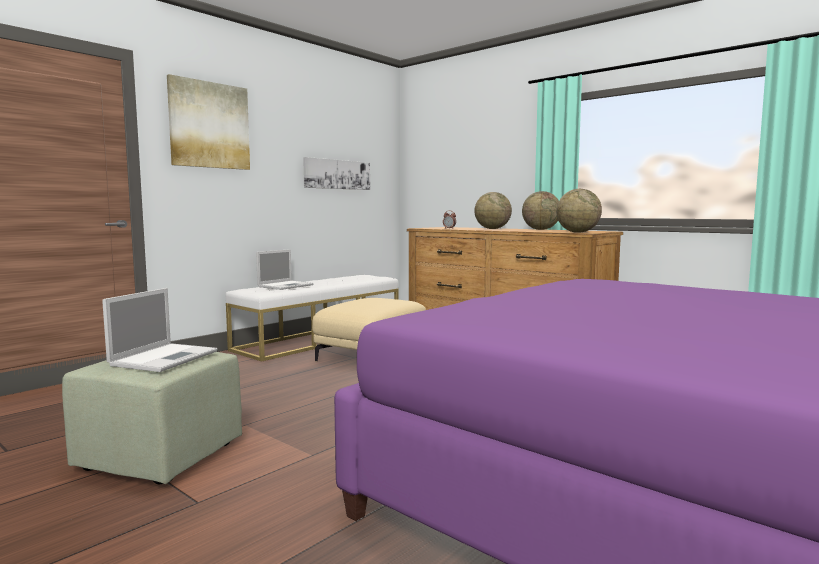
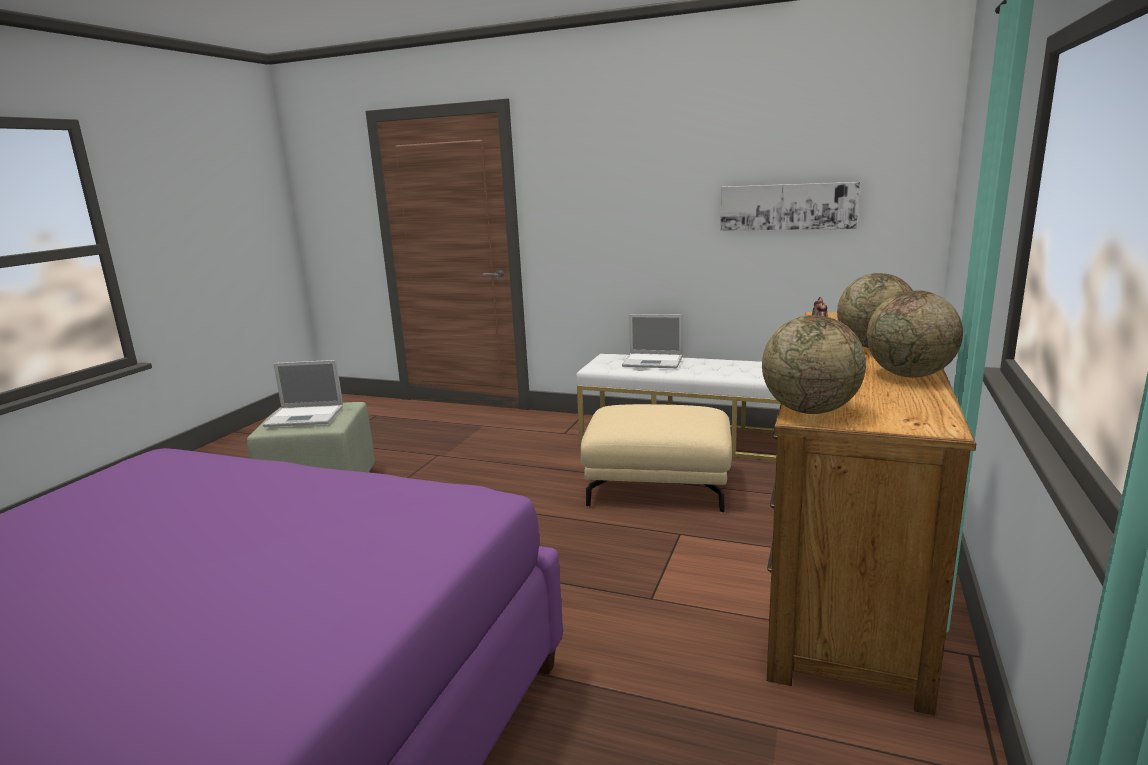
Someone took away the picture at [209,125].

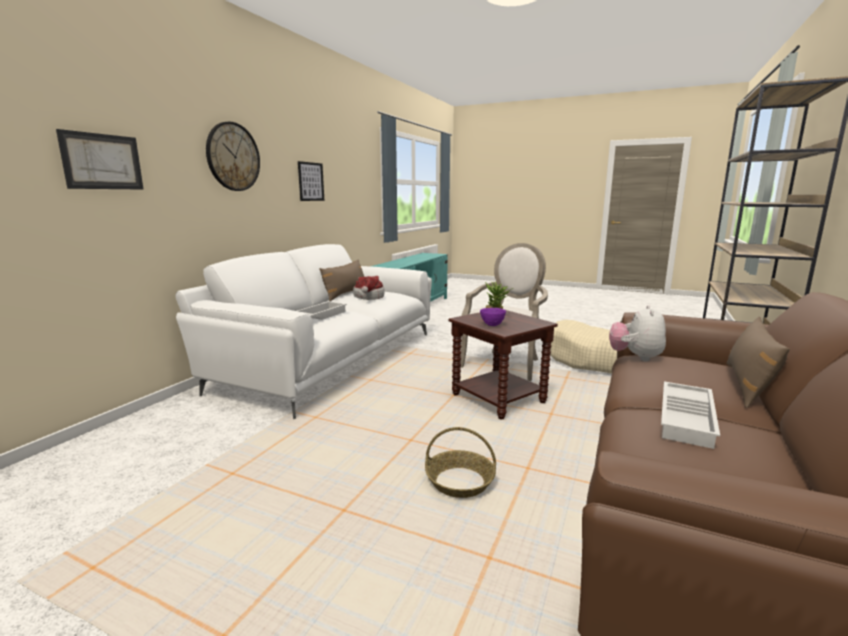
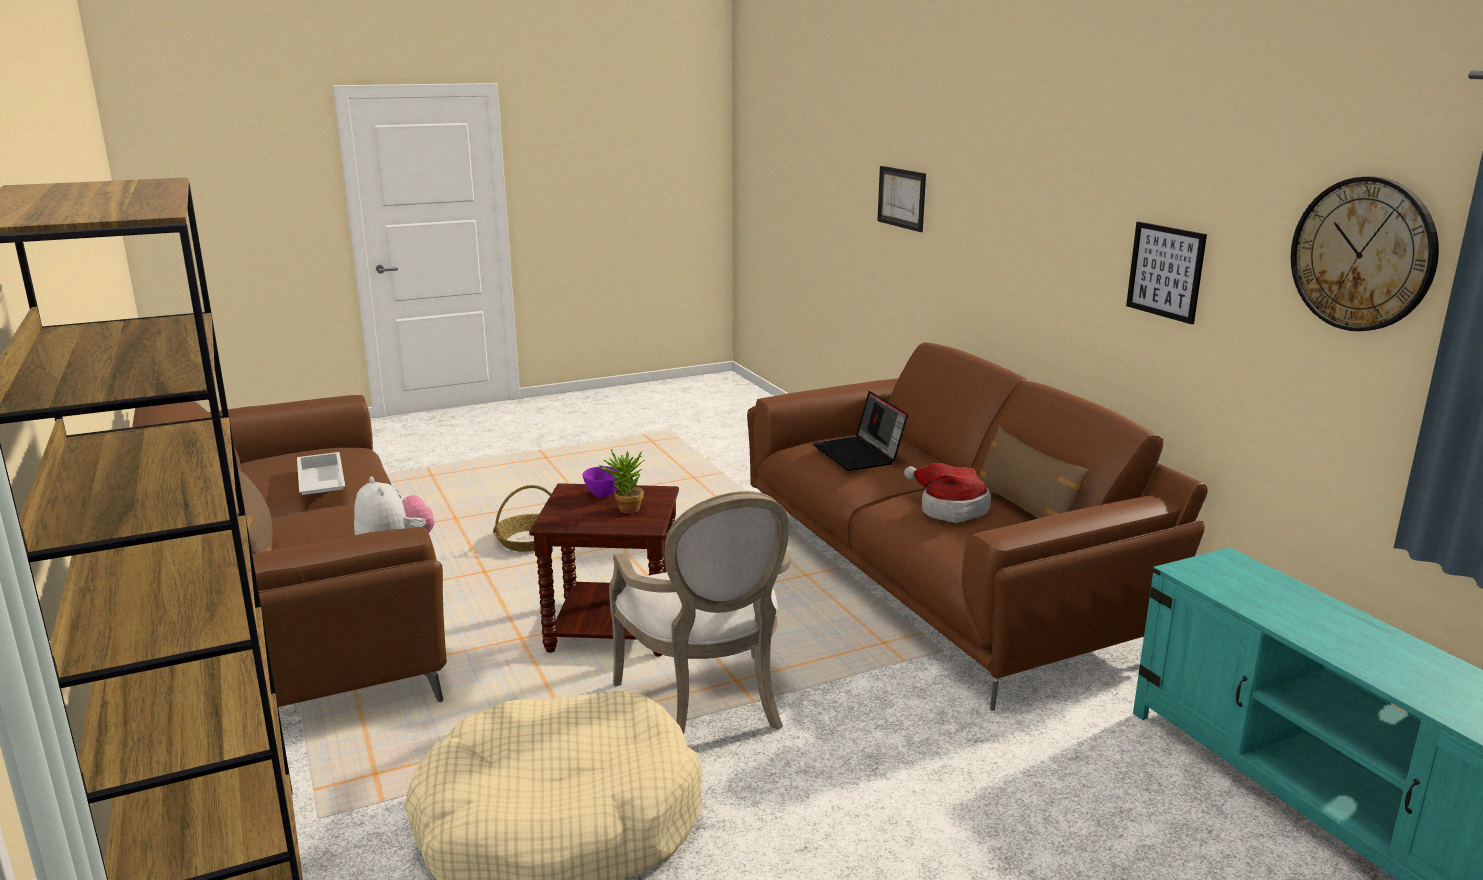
Someone repainted the sofa/white at [329,359], which became the sofa/brown at [940,575]. Someone carried the wall clock from [233,157] to [1363,254]. Someone swapped the tray/white at [318,316] for the laptop at [859,455].

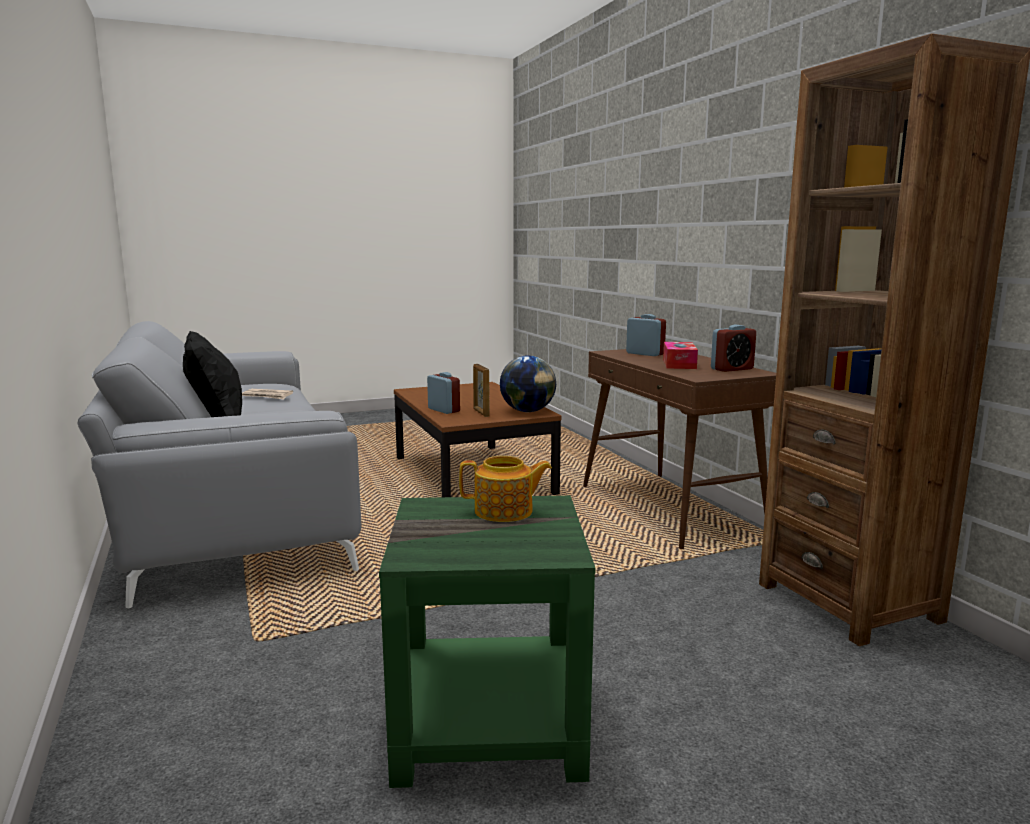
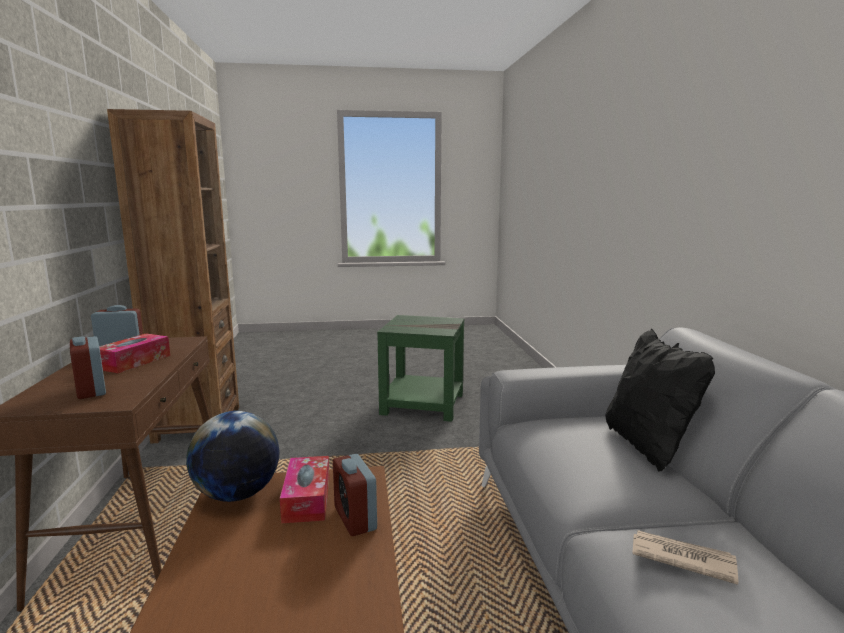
Someone took away the teapot at [505,512]. Someone swapped the picture frame at [481,413] for the tissue box at [307,498].

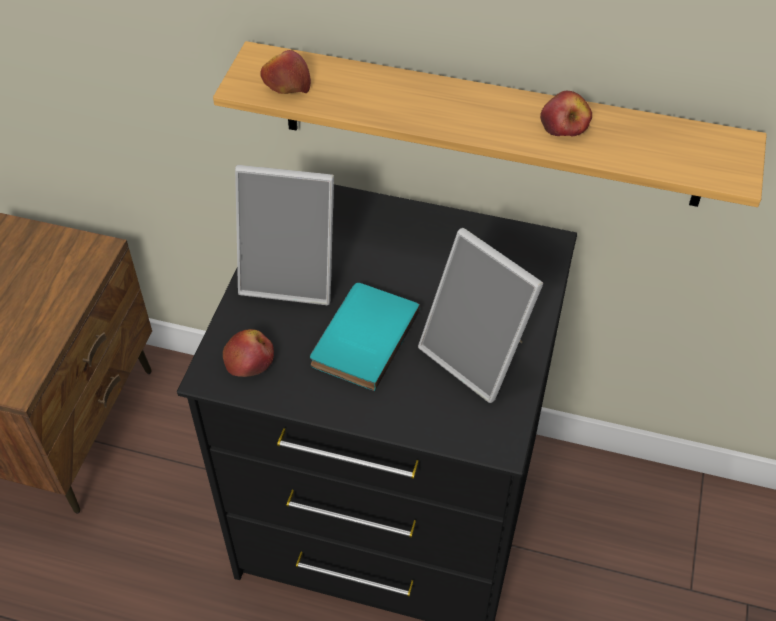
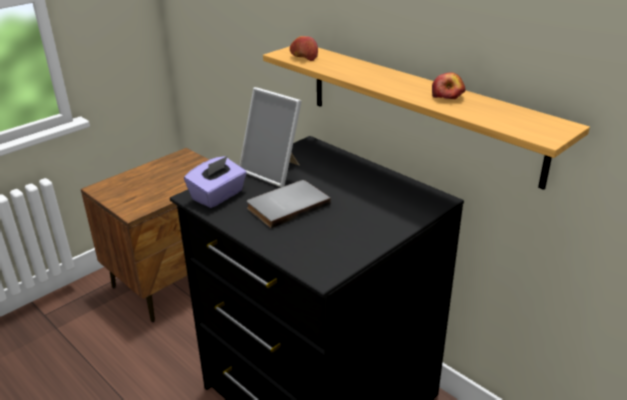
Someone swapped the apple at [250,359] for the tissue box/purple at [218,196]. Someone repainted the book/turquoise at [361,337], which became the book/grey at [286,205]. Someone took away the picture frame at [478,356].

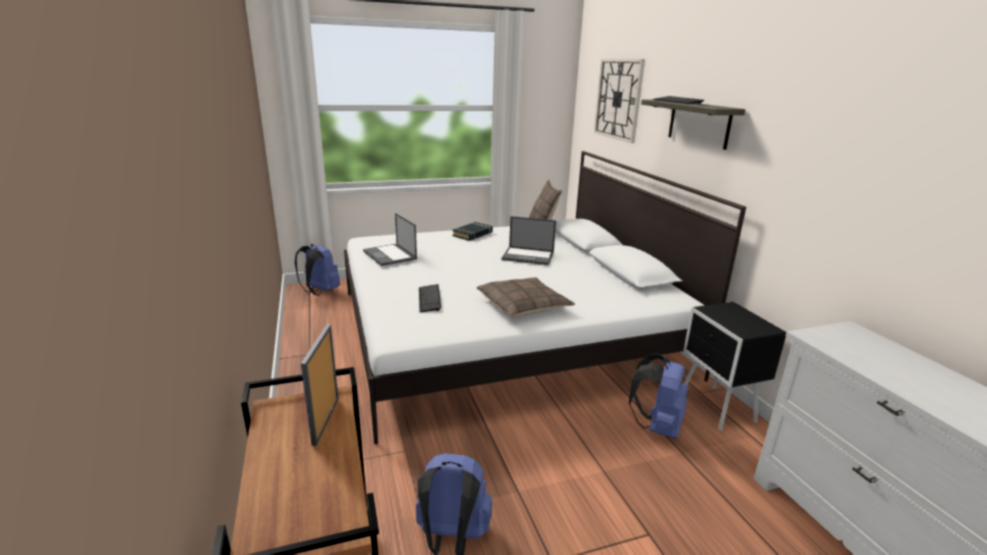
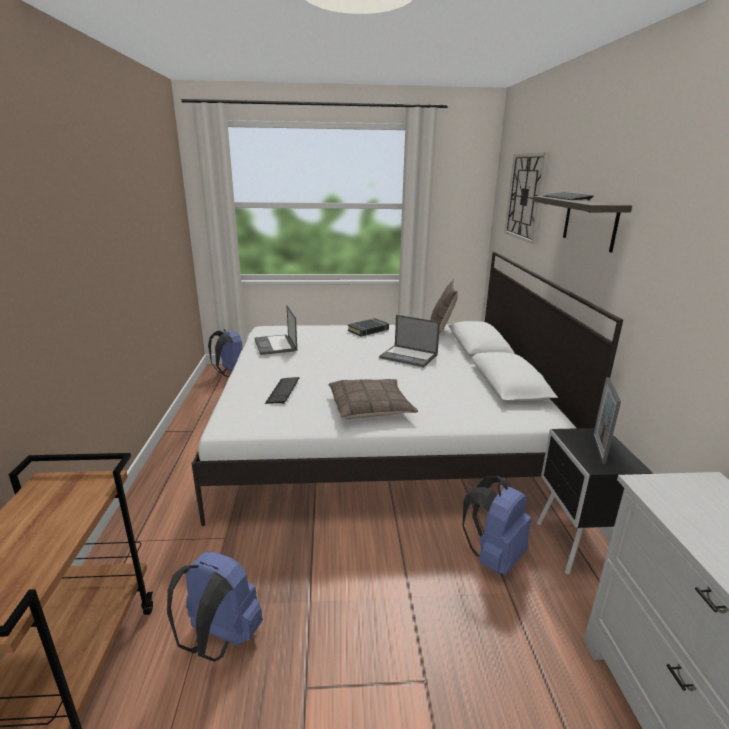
Someone carried the picture frame from [325,421] to [599,448].

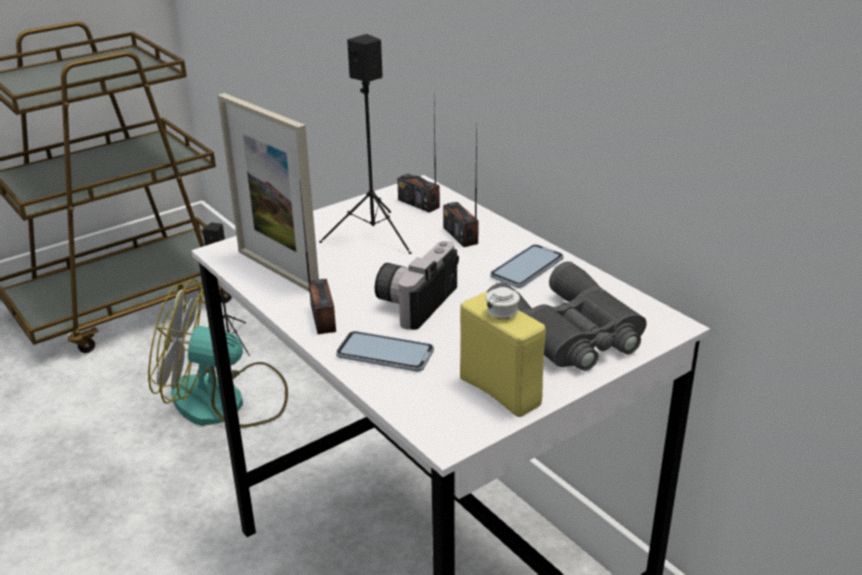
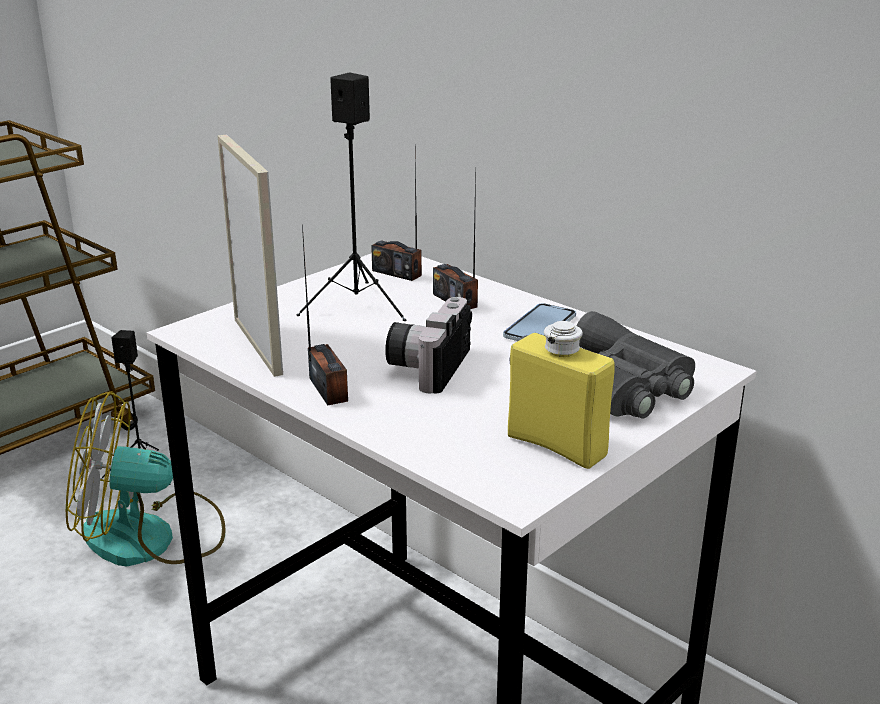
Someone rotated the picture frame at [277,270] by 150 degrees counterclockwise. Someone took away the phone at [385,353].

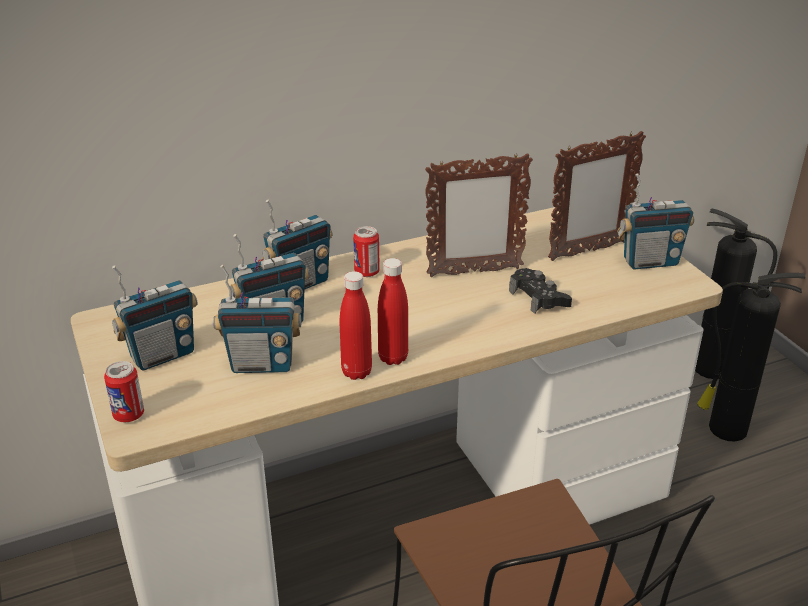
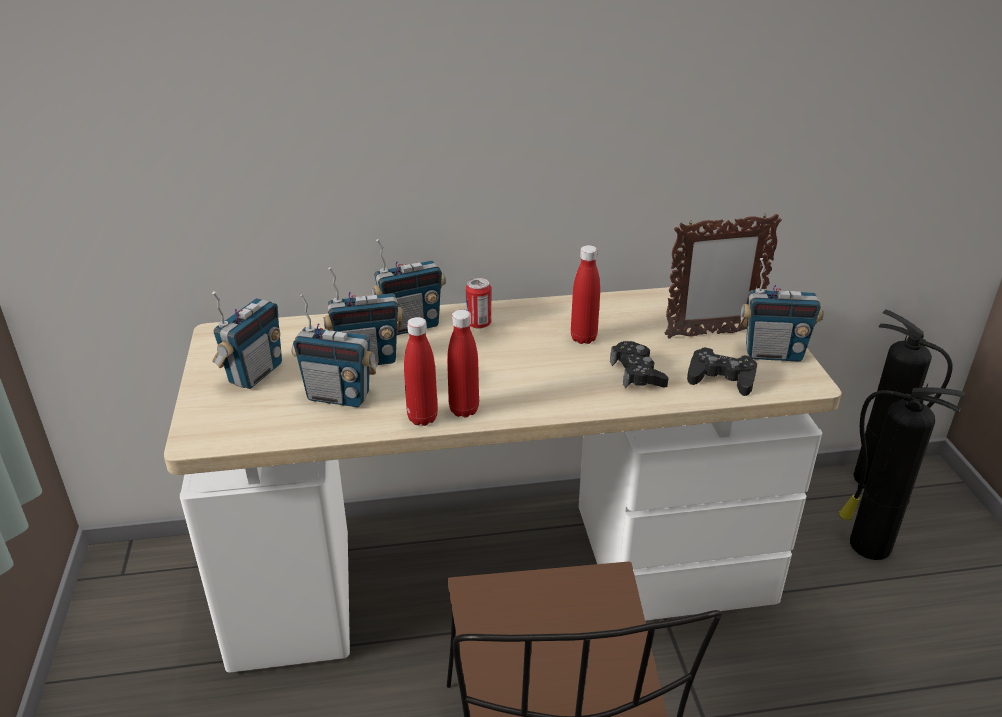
Someone took away the can at [129,415]. Someone rotated the radio at [162,355] by 45 degrees counterclockwise. Someone swapped the picture frame at [474,272] for the bottle/red at [583,338]. Someone put down the game controller/black at [721,378].

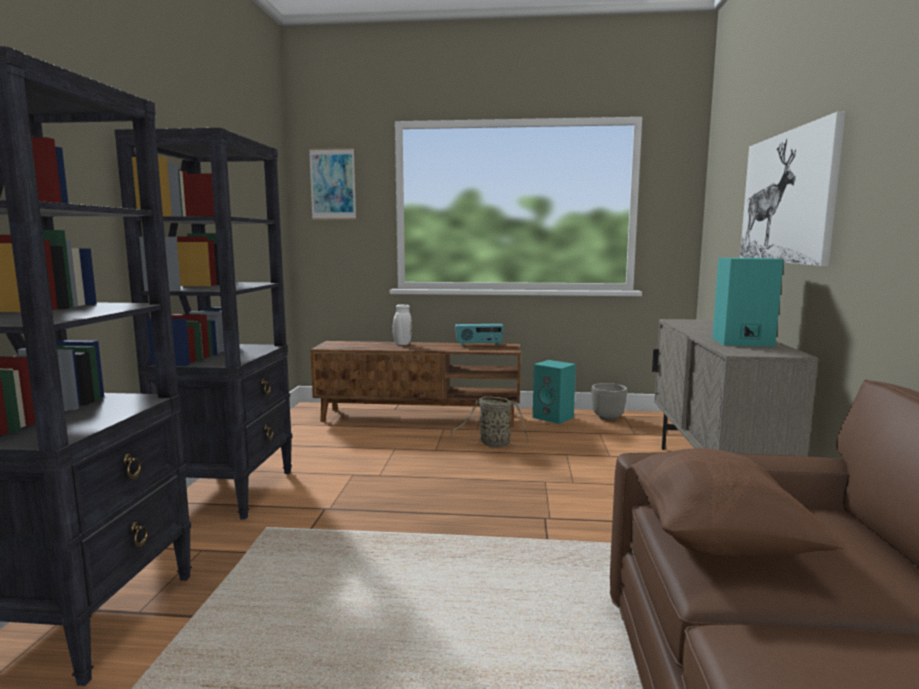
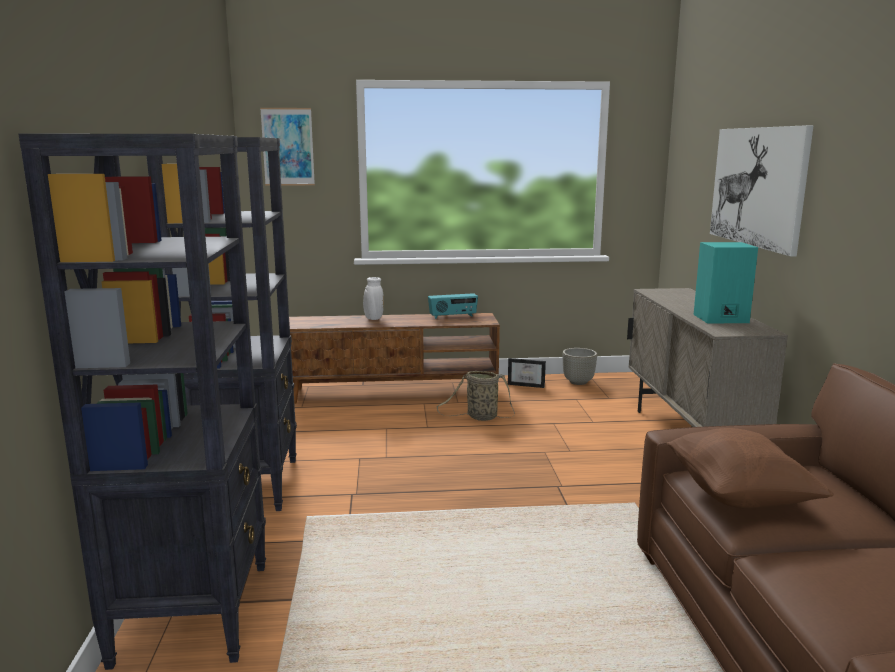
Someone swapped the speaker/turquoise at [554,417] for the picture frame at [527,385].

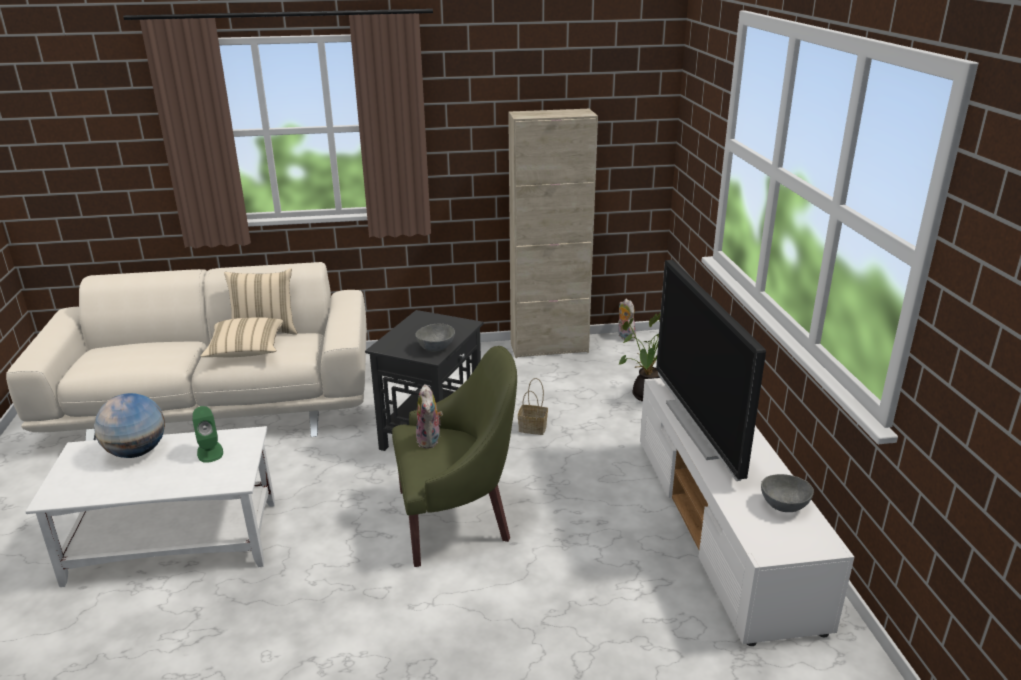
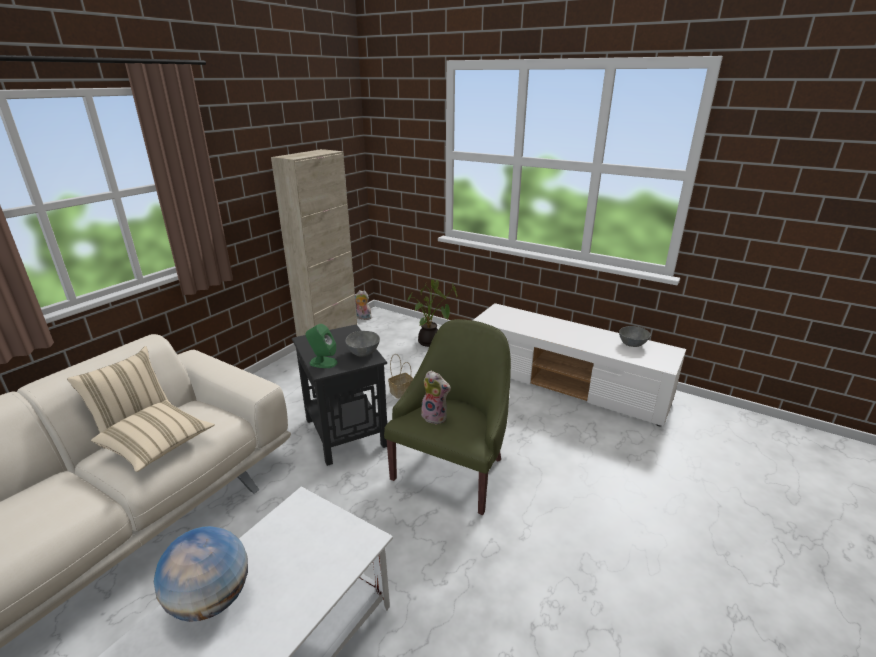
Someone carried the speaker/green from [210,452] to [323,362]. Someone took away the television at [701,428].

